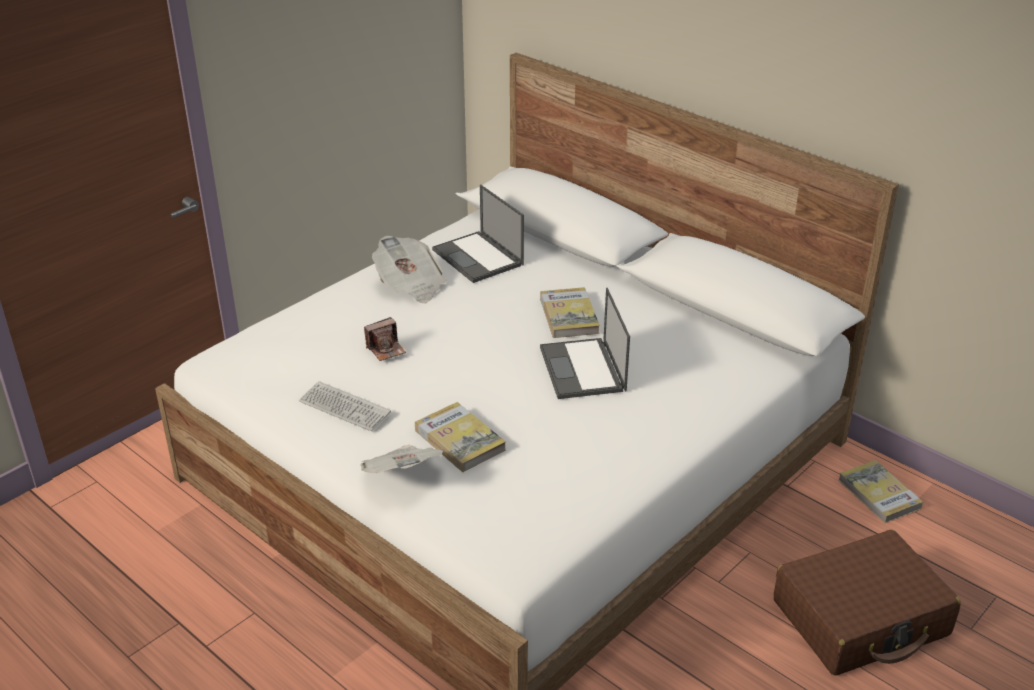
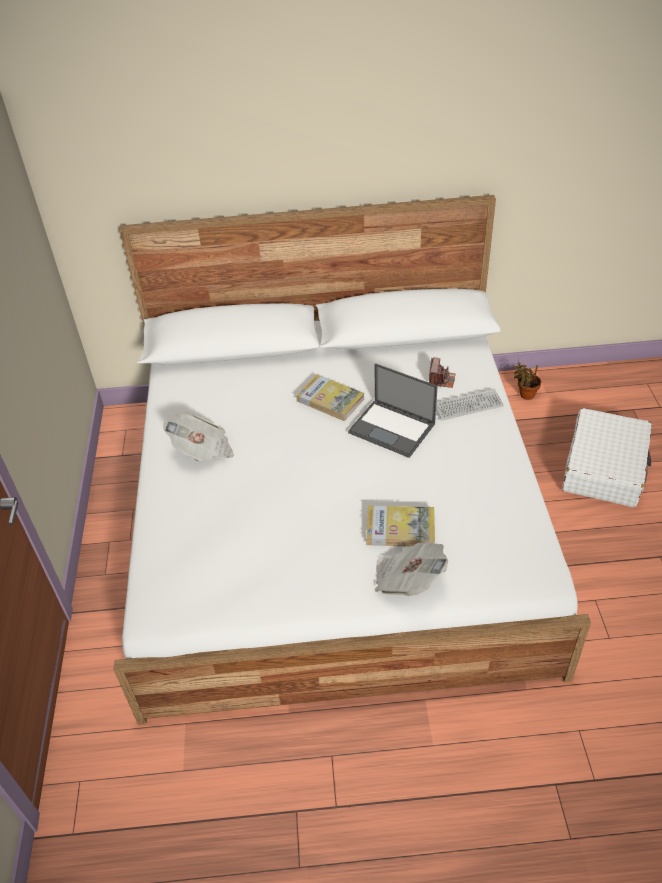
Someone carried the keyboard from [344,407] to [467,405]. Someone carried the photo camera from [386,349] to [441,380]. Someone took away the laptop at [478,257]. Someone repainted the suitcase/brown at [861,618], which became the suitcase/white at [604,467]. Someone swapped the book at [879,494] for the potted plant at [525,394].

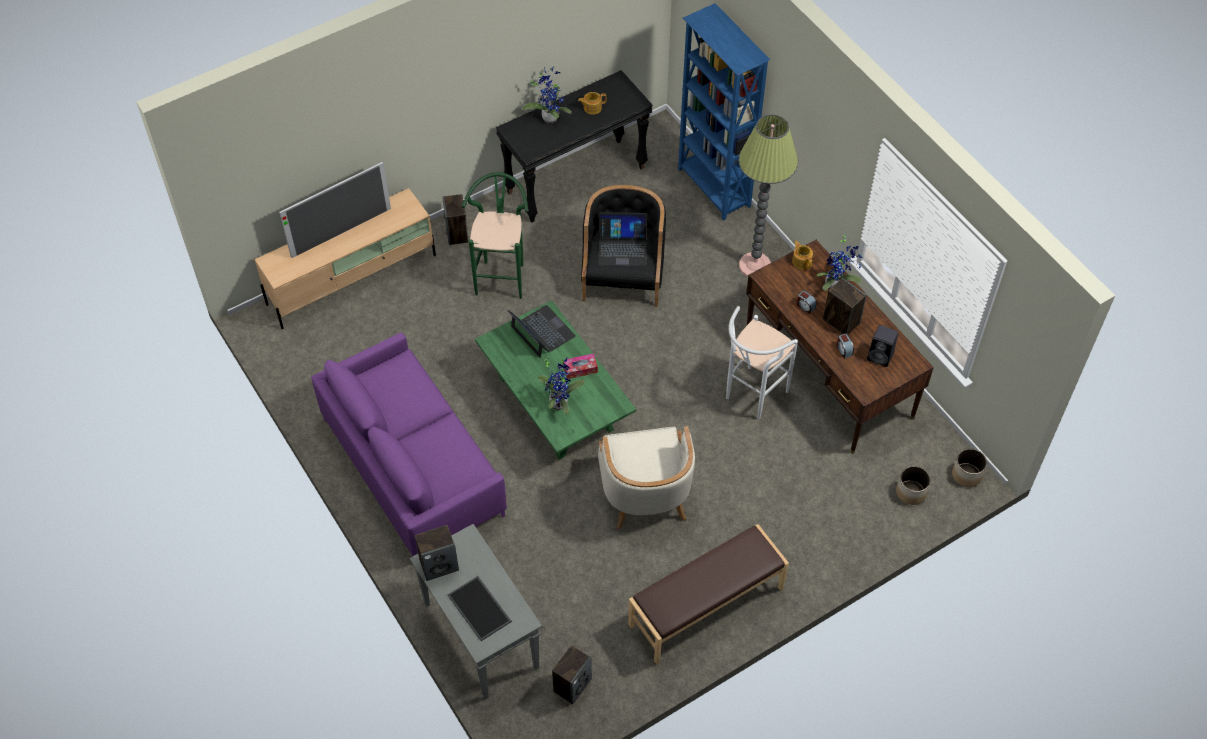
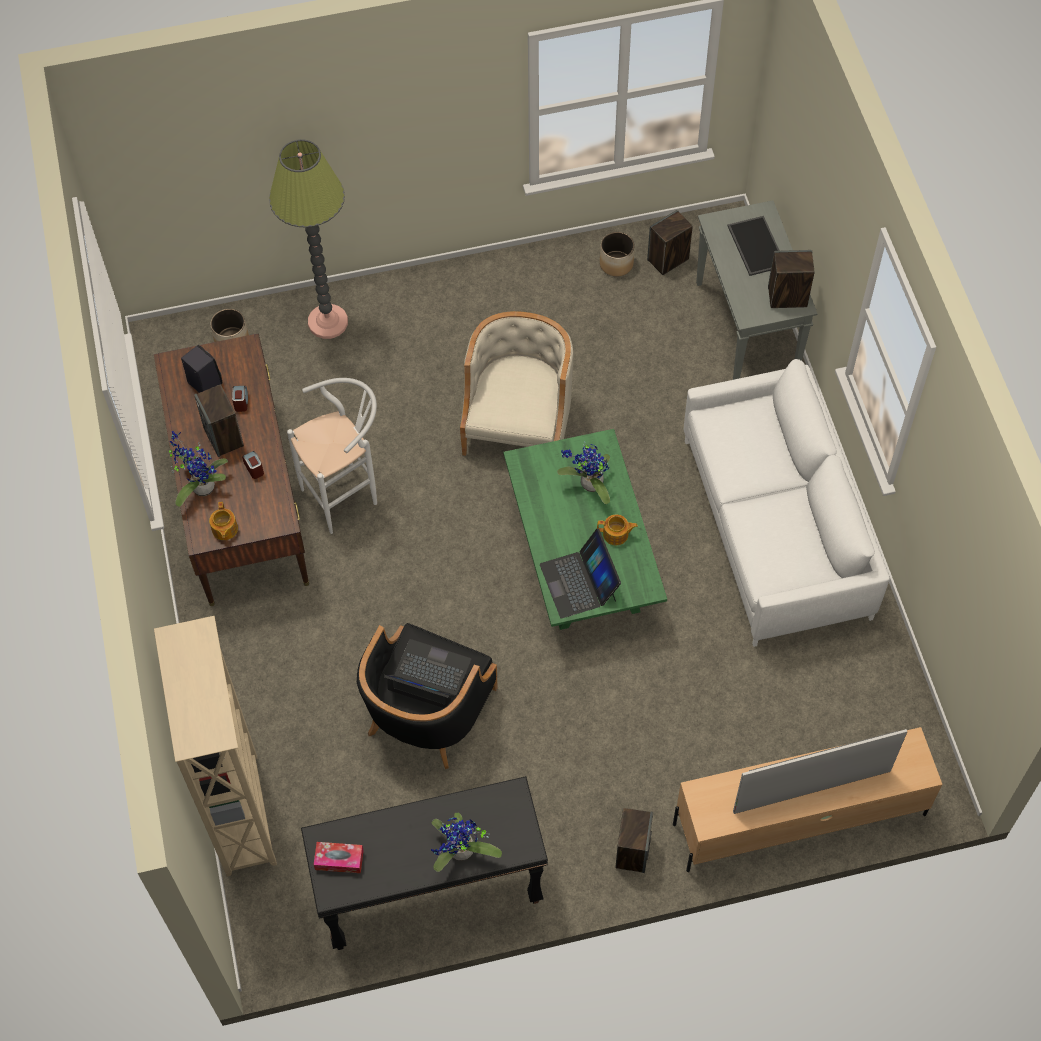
Someone repainted the sofa/purple at [413,466], which became the sofa/white at [775,528]. Someone took away the stool/green at [502,275]. Someone carried the tissue box from [580,369] to [339,860]. Someone carried the teapot from [592,107] to [616,535]. Someone took away the bench/brown at [706,607]. Someone repainted the bookcase/blue at [713,189], which became the bookcase/beige at [243,813]. Someone carried the floor lamp from [754,266] to [328,322]. Someone carried the planter from [967,475] to [616,263].

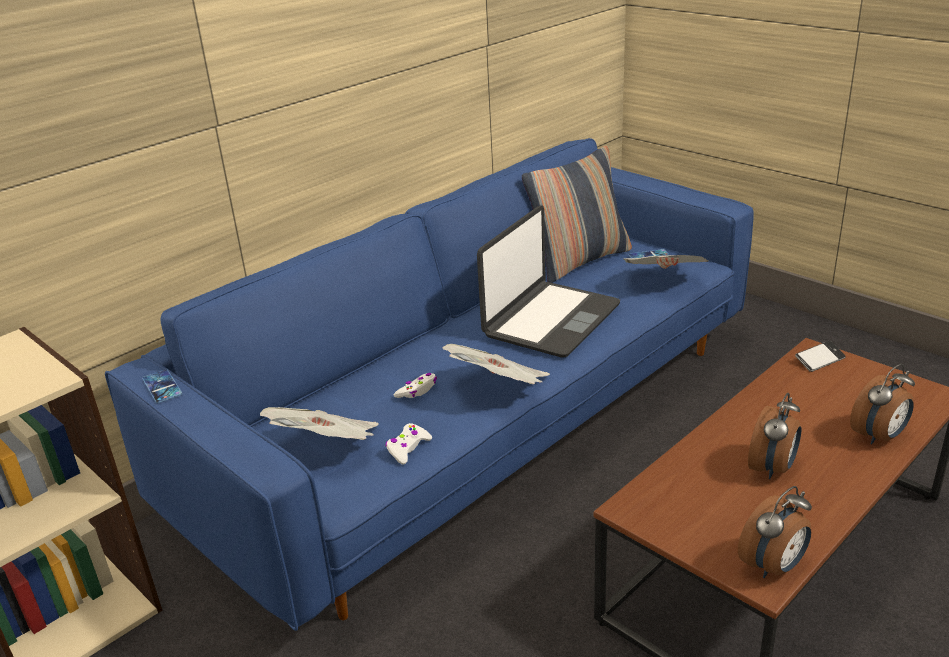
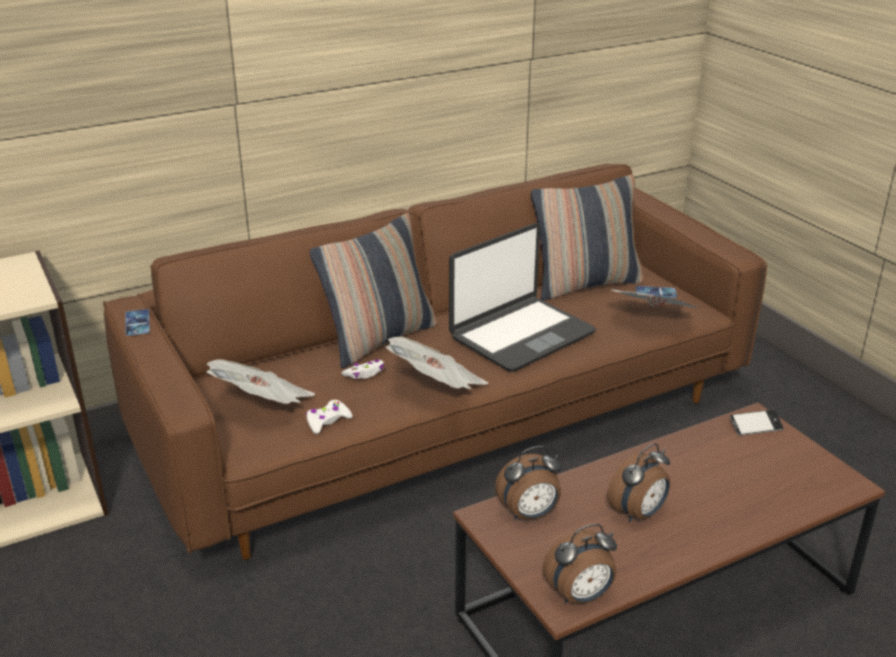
Someone repainted the sofa/blue at [481,424], which became the sofa/brown at [448,421]. Someone carried the alarm clock from [879,436] to [529,515]. Someone put down the pillow at [379,339].

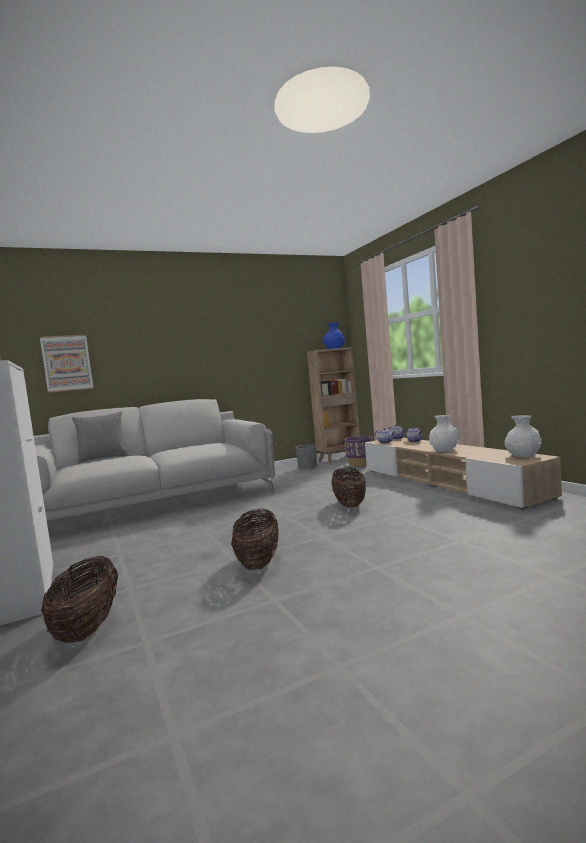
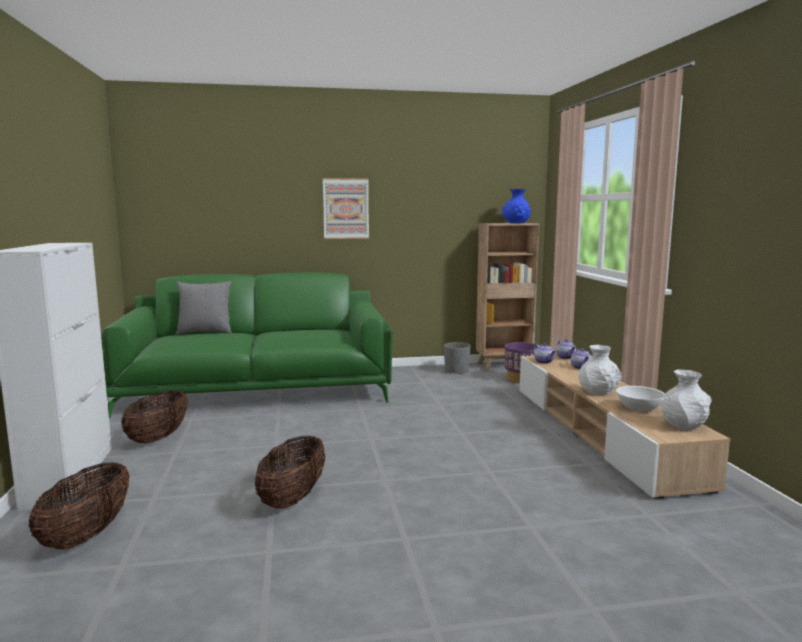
Someone repainted the sofa/grey at [156,503], which became the sofa/green at [258,391]. Someone carried the picture from [67,363] to [346,208]. Someone carried the basket from [350,505] to [158,438]. Someone put down the bowl/white at [639,408].

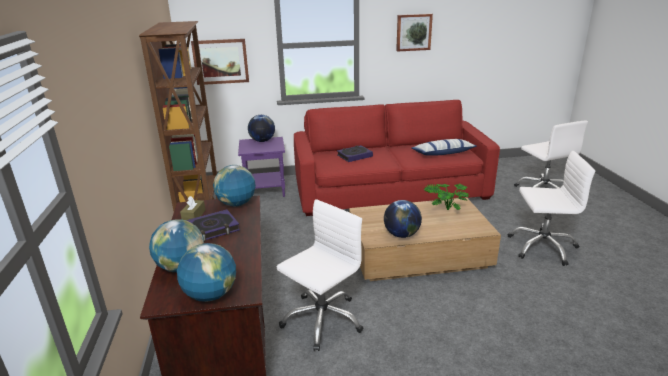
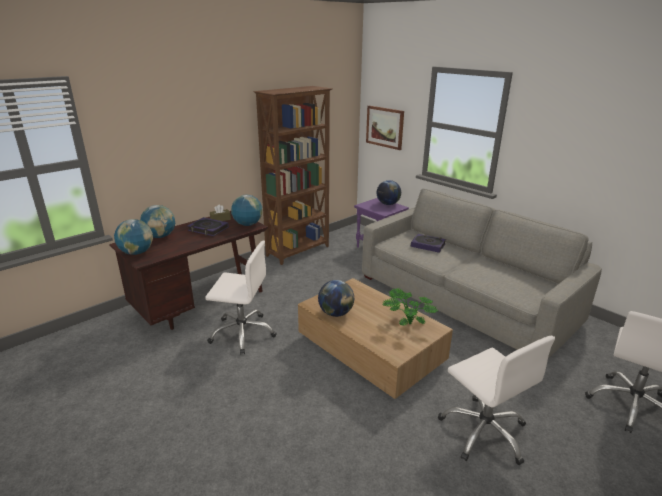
Someone repainted the sofa/red at [389,190], which became the sofa/grey at [464,299]. Someone took away the picture at [413,32]. Someone took away the pillow at [443,153].

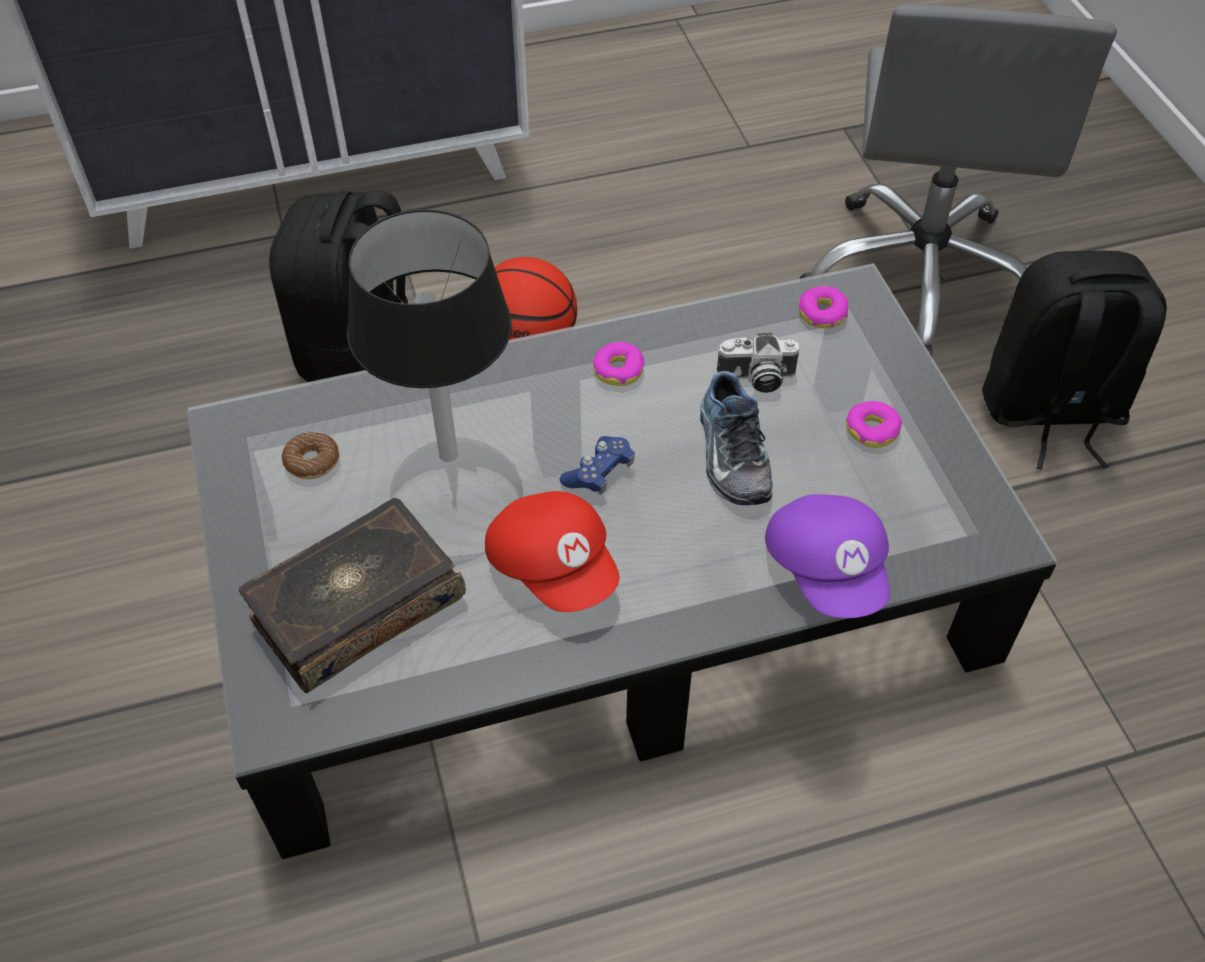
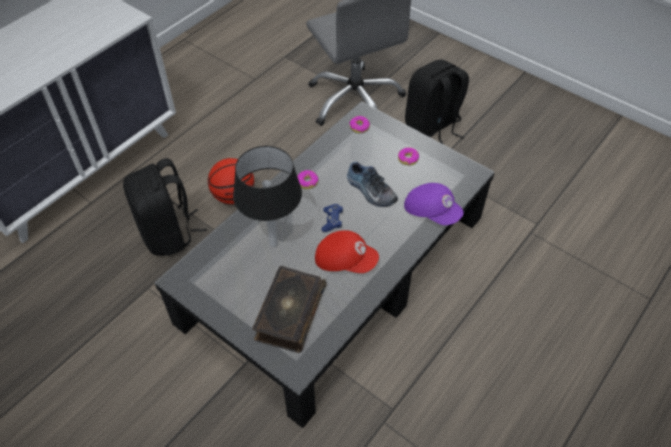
Someone took away the donut at [312,461]. Someone took away the photo camera at [756,379].

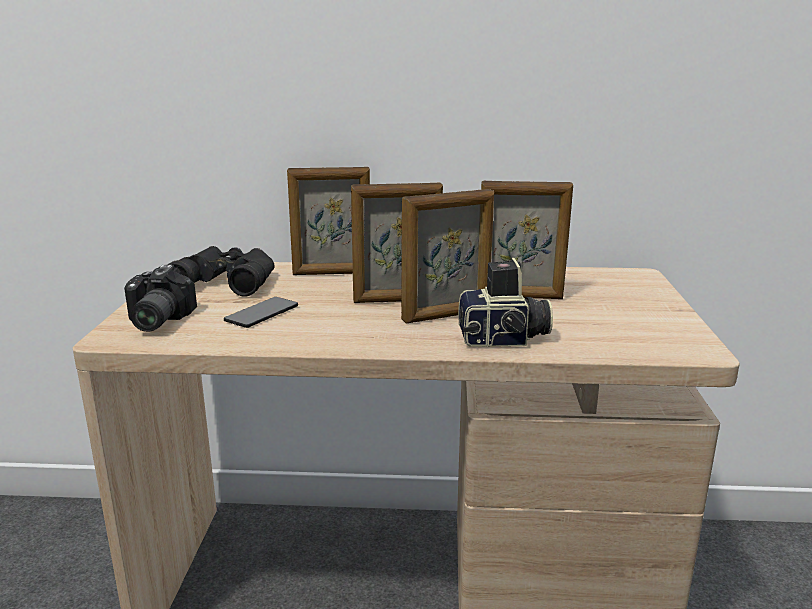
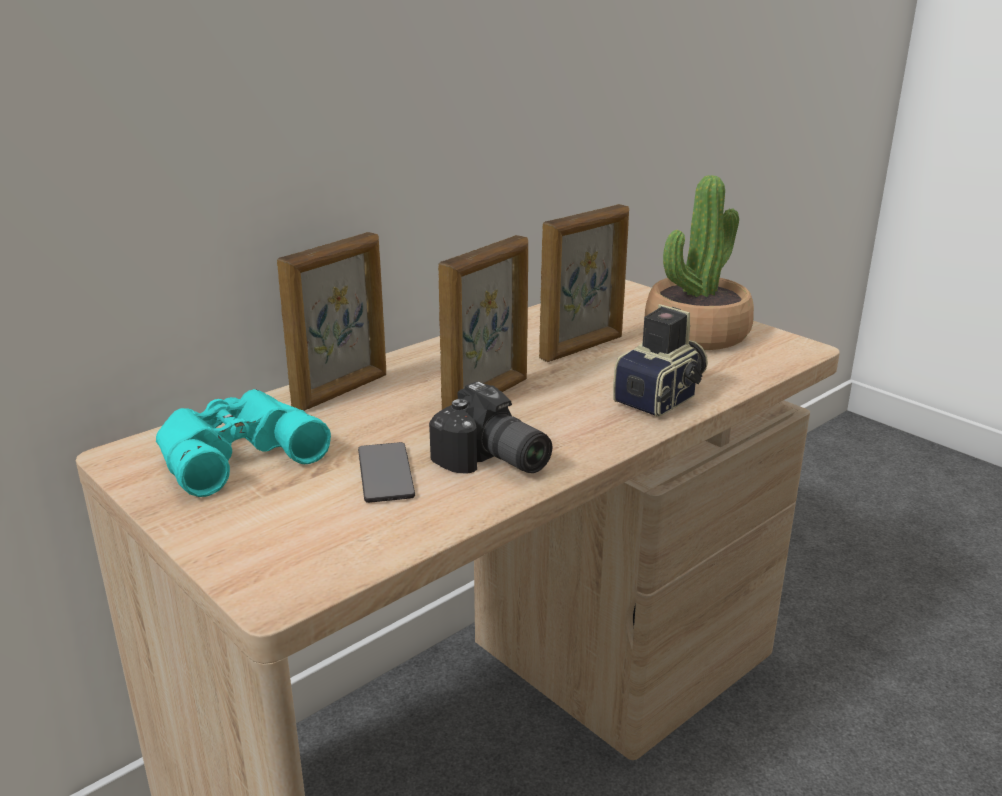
Someone carried the photo camera from [154,321] to [492,462]. Someone repainted the binoculars/black at [228,280], which became the binoculars/turquoise at [234,452]. Someone took away the picture frame at [446,315]. Someone put down the potted plant at [696,333].

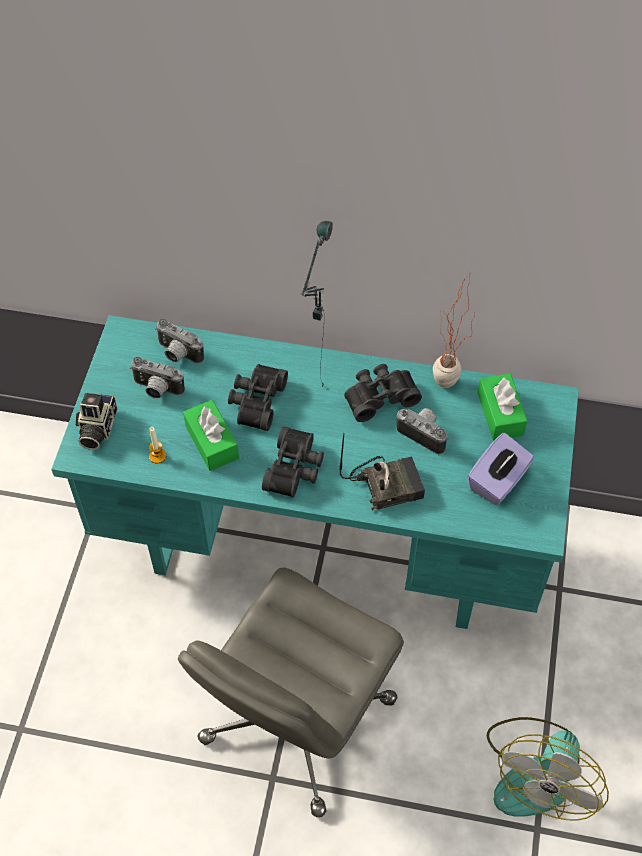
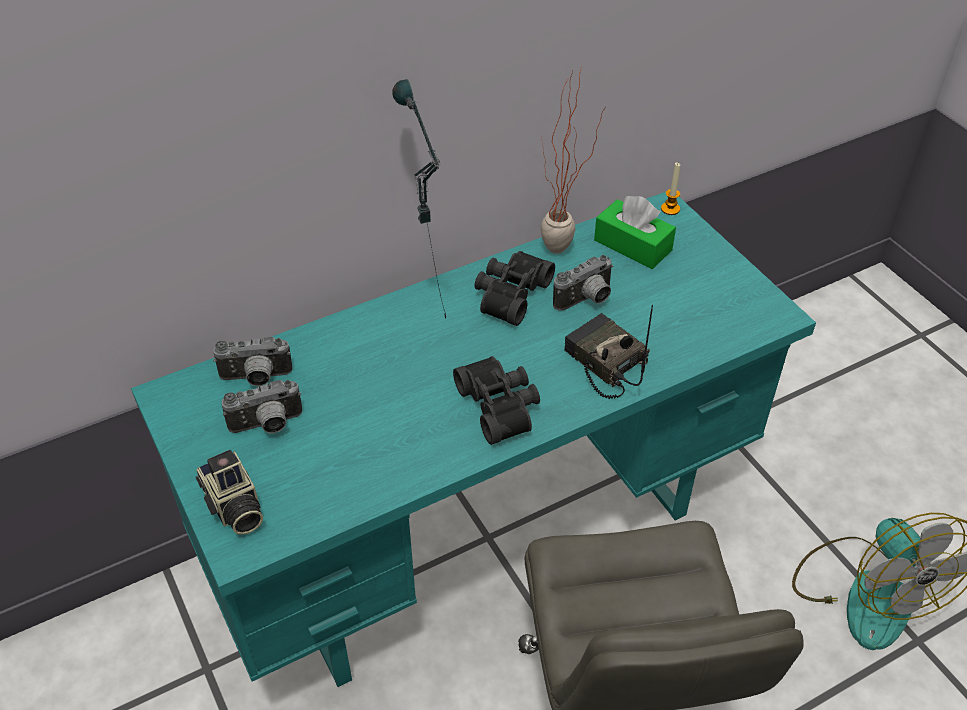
Someone carried the candle from [157,456] to [670,209]. Someone took away the tissue box/green at [212,442]. Someone took away the binoculars/black at [256,401]. Someone rotated the radio at [387,484] by 75 degrees counterclockwise. Someone rotated the photo camera at [424,434] by 150 degrees clockwise. Someone took away the tissue box/purple at [498,481].

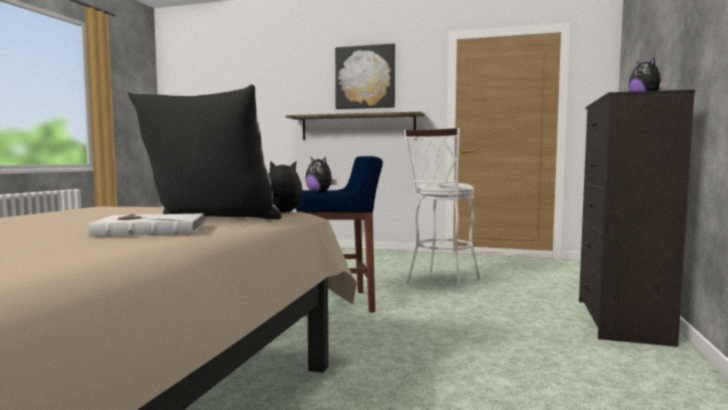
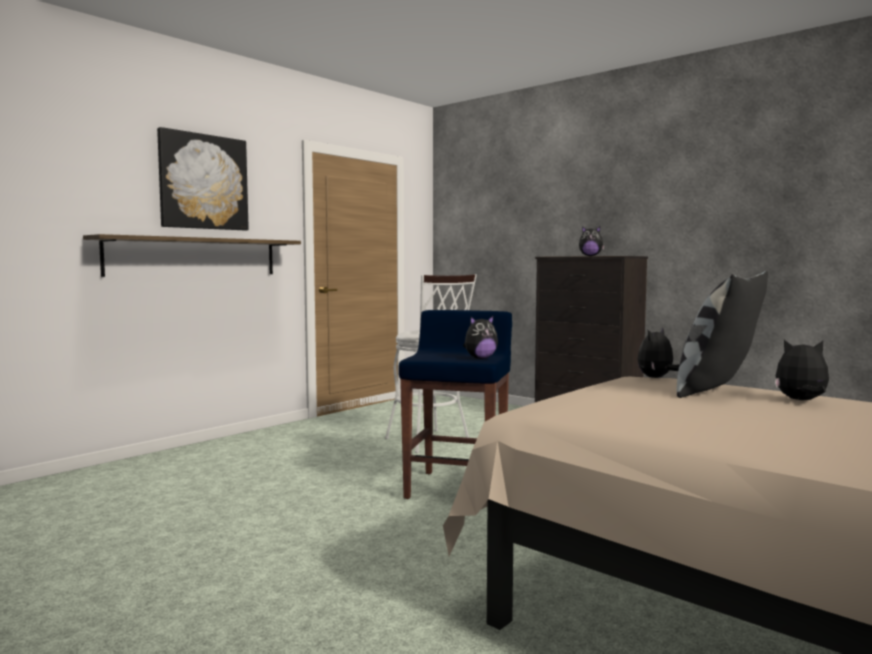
Someone swapped the book/white at [150,229] for the plush toy at [801,400].

